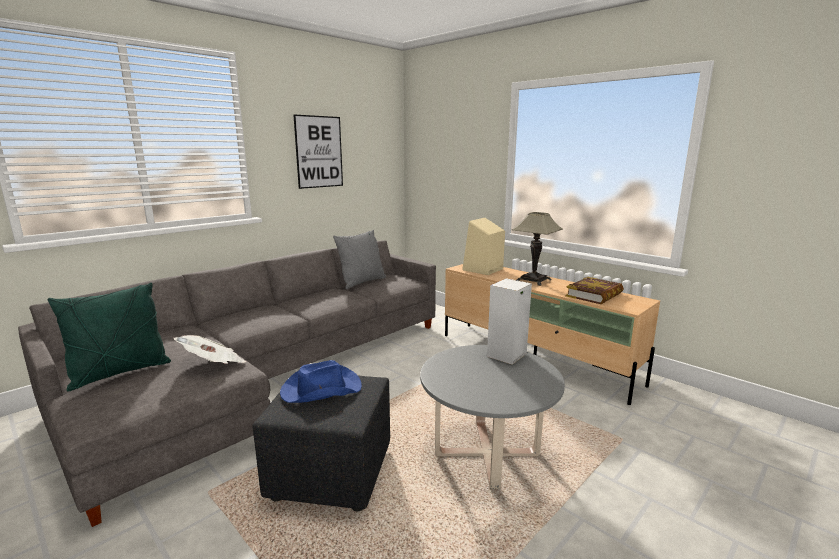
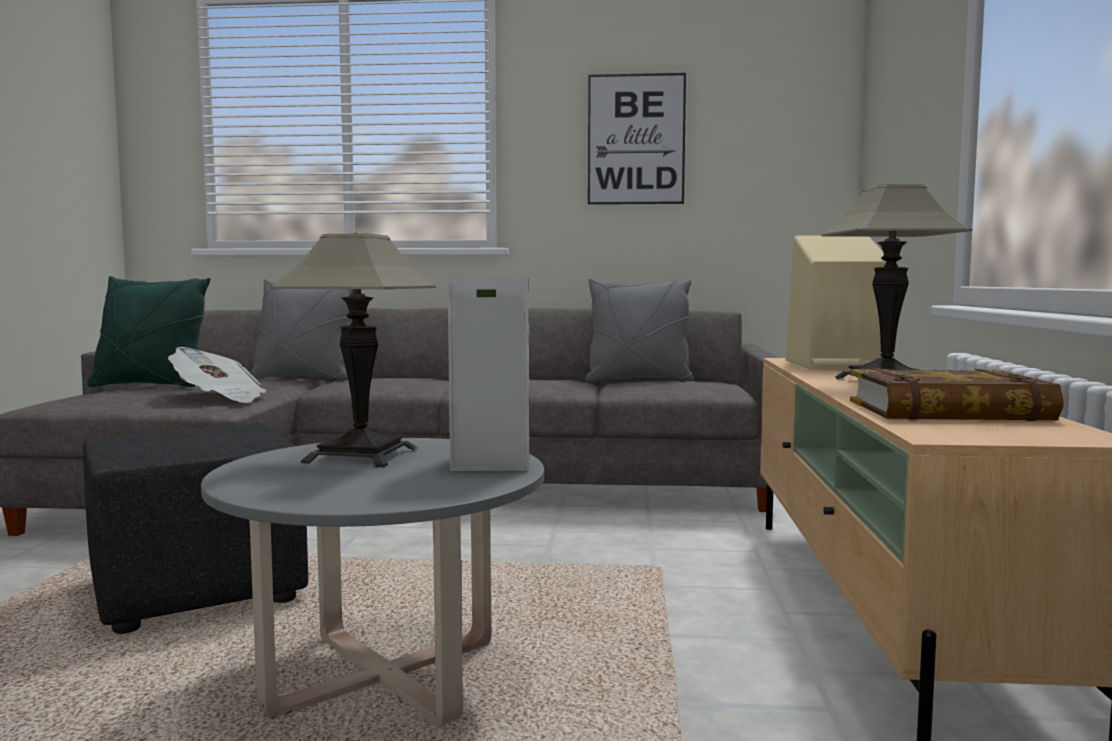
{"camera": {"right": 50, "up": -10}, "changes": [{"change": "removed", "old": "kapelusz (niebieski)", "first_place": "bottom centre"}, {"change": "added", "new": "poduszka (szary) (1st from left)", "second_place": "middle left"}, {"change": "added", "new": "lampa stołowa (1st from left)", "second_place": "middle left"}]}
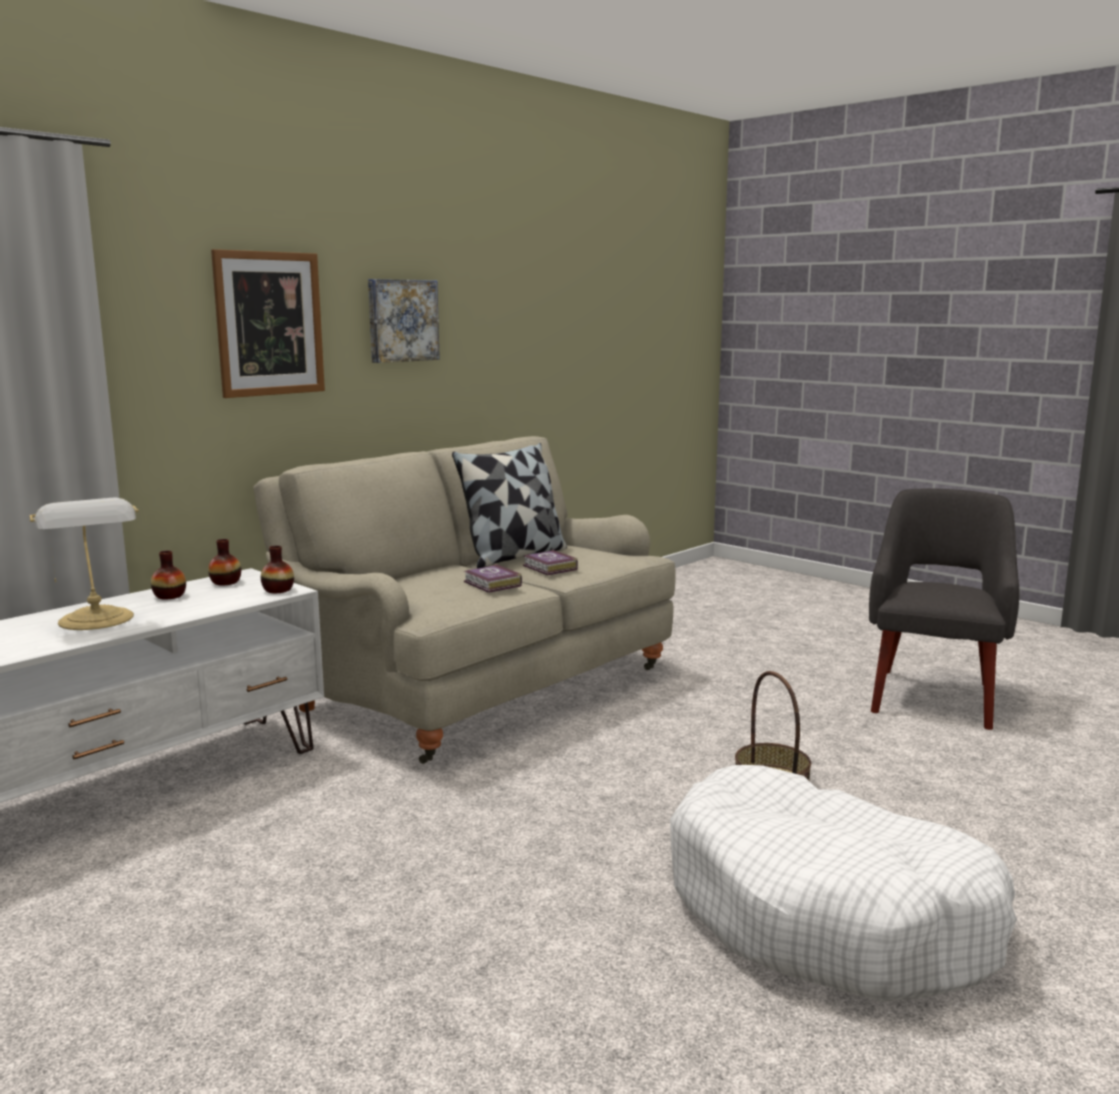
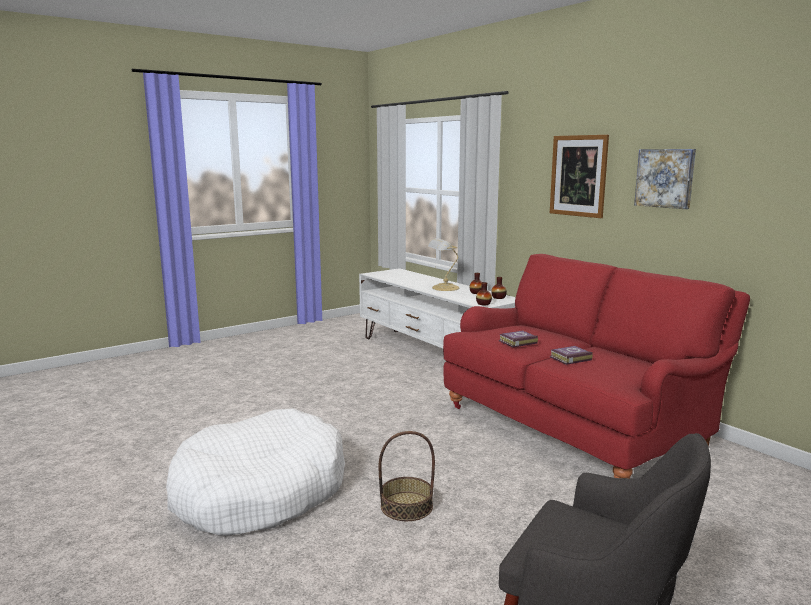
{"camera": {"right": 100, "up": 0}, "changes": [{"change": "removed", "old": "poduszka", "first_place": "centre"}, {"change": "recoloured", "old": "kanapa (beżowy)", "new": "kanapa (czerwony)", "first_place": "centre", "second_place": "middle right"}]}
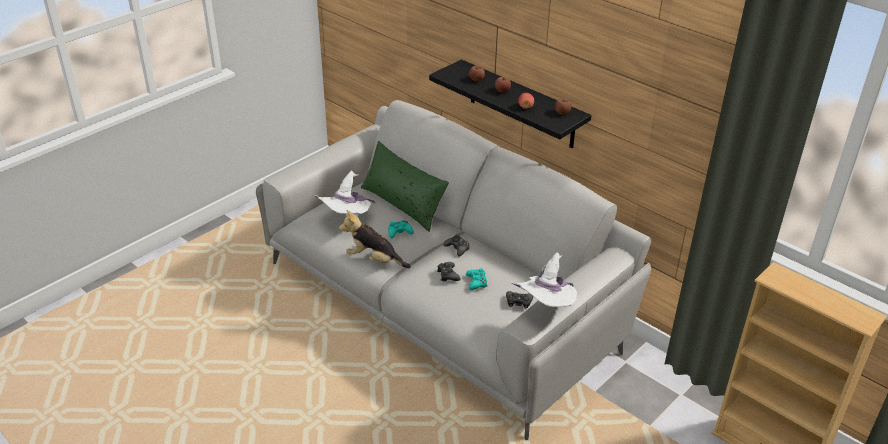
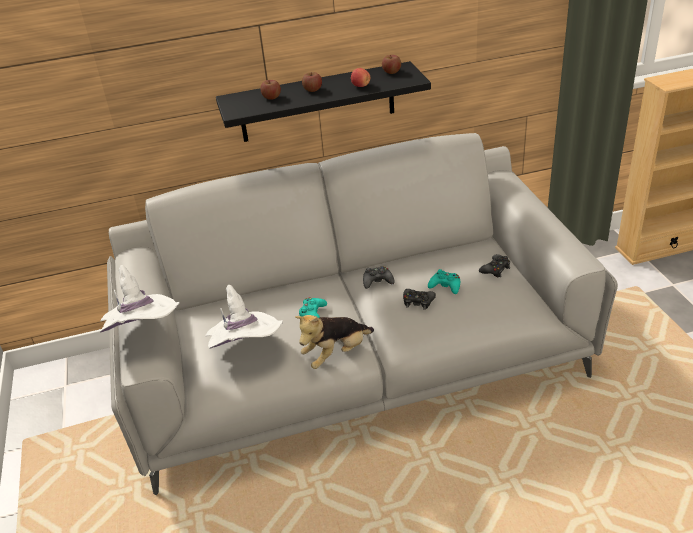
{"camera": {"right": -55, "up": 0}, "changes": [{"change": "removed", "old": "poduszka (zielony)", "first_place": "centre"}, {"change": "moved", "old": "kapelusz (biały) (2nd from left in the first image)", "new": "kapelusz (biały) (1st from left)", "first_place": "centre", "second_place": "middle left"}]}
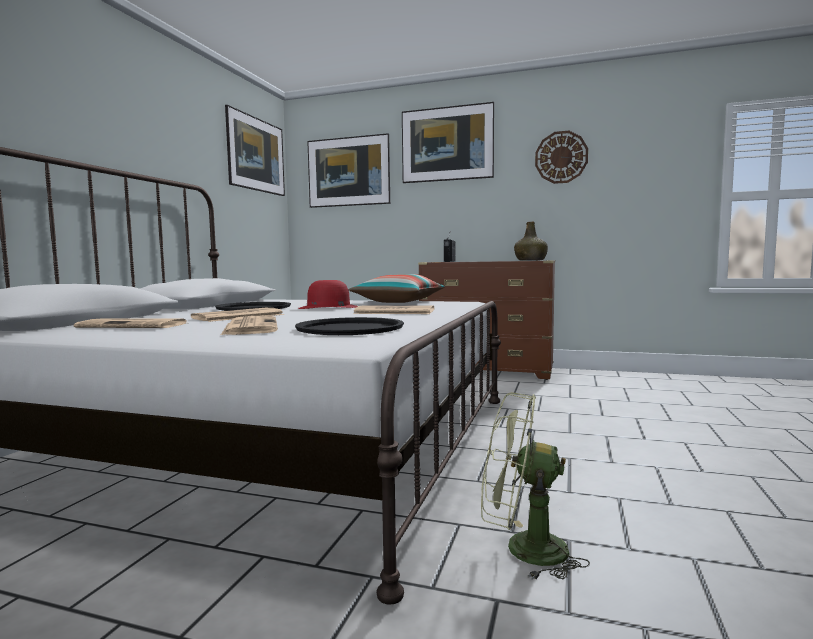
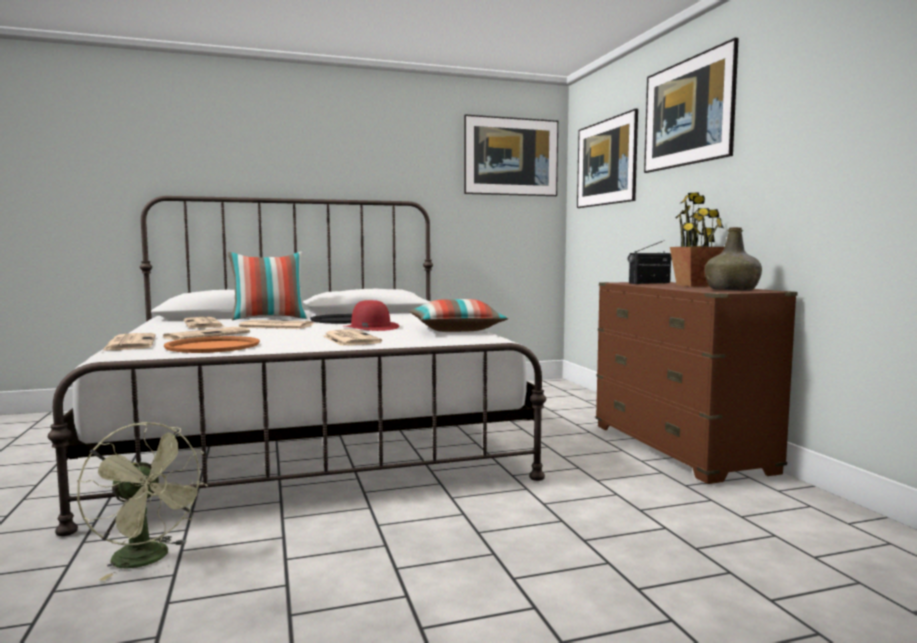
{"camera": {"right": 55, "up": 0}, "changes": [{"change": "removed", "old": "zegar ścienny", "first_place": "top right"}, {"change": "added", "new": "gazeta (1st from left)", "second_place": "middle left"}, {"change": "added", "new": "poduszka (1st from left)", "second_place": "middle left"}, {"change": "added", "new": "roślina doniczkowa", "second_place": "middle right"}, {"change": "recoloured", "old": "taca (czarny) (2nd from left)", "new": "taca (pomarańczowy)", "first_place": "centre", "second_place": "middle left"}, {"change": "turned", "old": "wentylator (zielony)", "first_place": "bottom centre", "second_place": "bottom left", "degrees": 150}]}
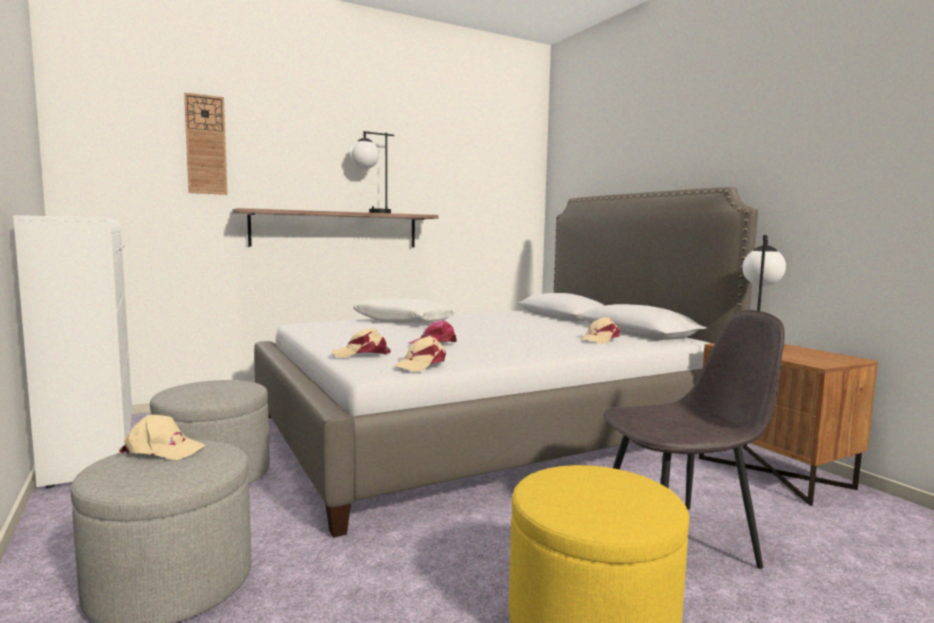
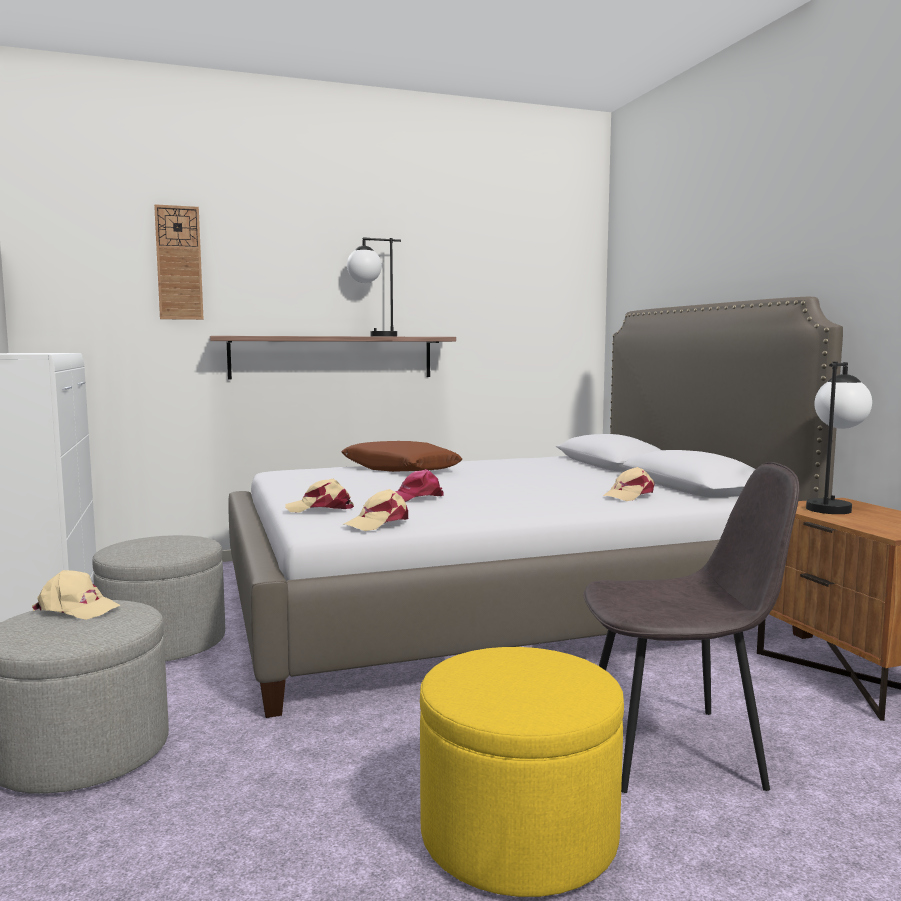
{"camera": {"right": 10, "up": 0}, "changes": [{"change": "recoloured", "old": "poduszka (biały)", "new": "poduszka (brązowy)", "first_place": "centre", "second_place": "centre"}]}
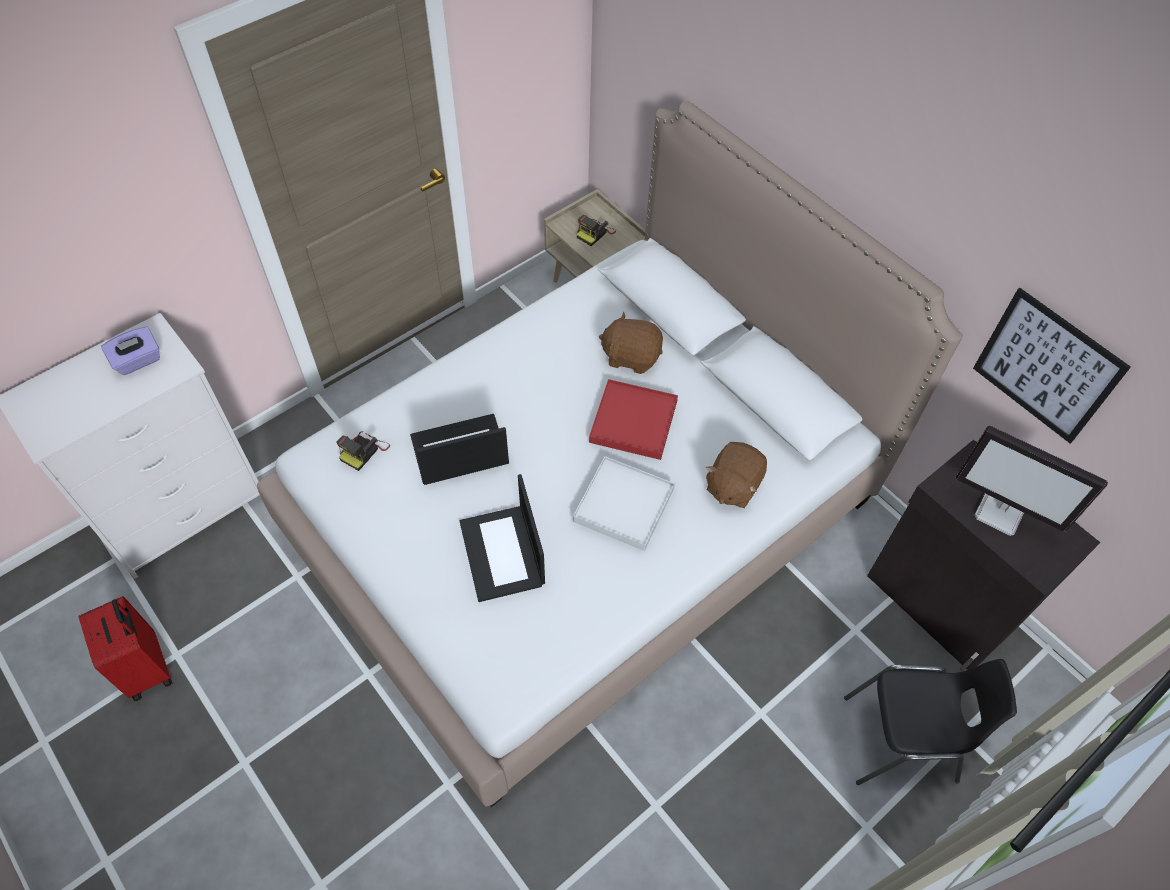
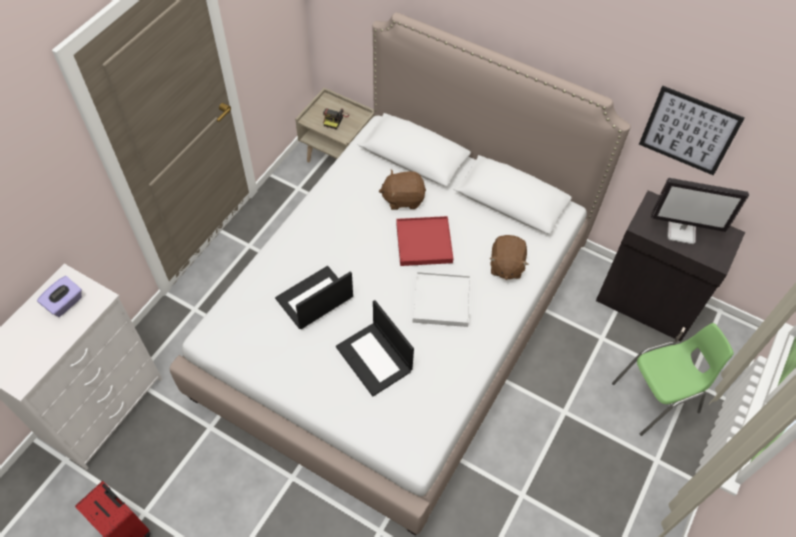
{"camera": {"right": -20, "up": 0}, "changes": [{"change": "removed", "old": "aparat fotograficzny (1st from left)", "first_place": "middle left"}, {"change": "recoloured", "old": "krzesło (czarny)", "new": "krzesło (zielony)", "first_place": "bottom right", "second_place": "bottom right"}]}
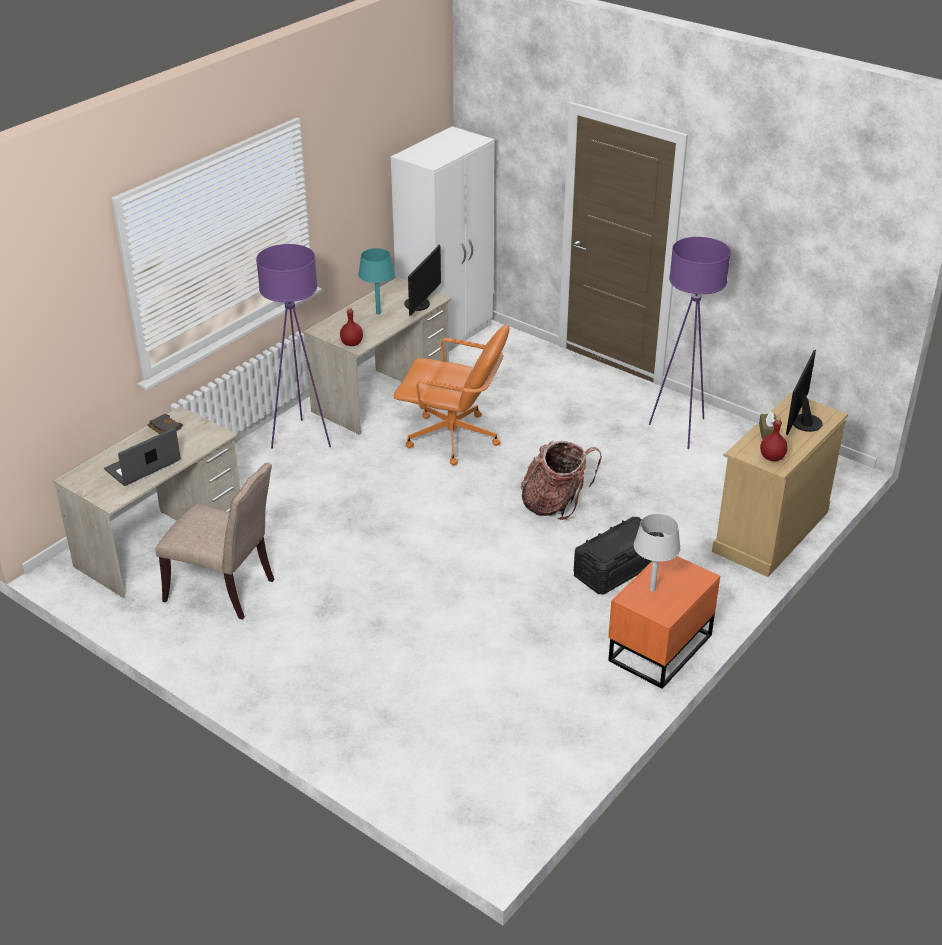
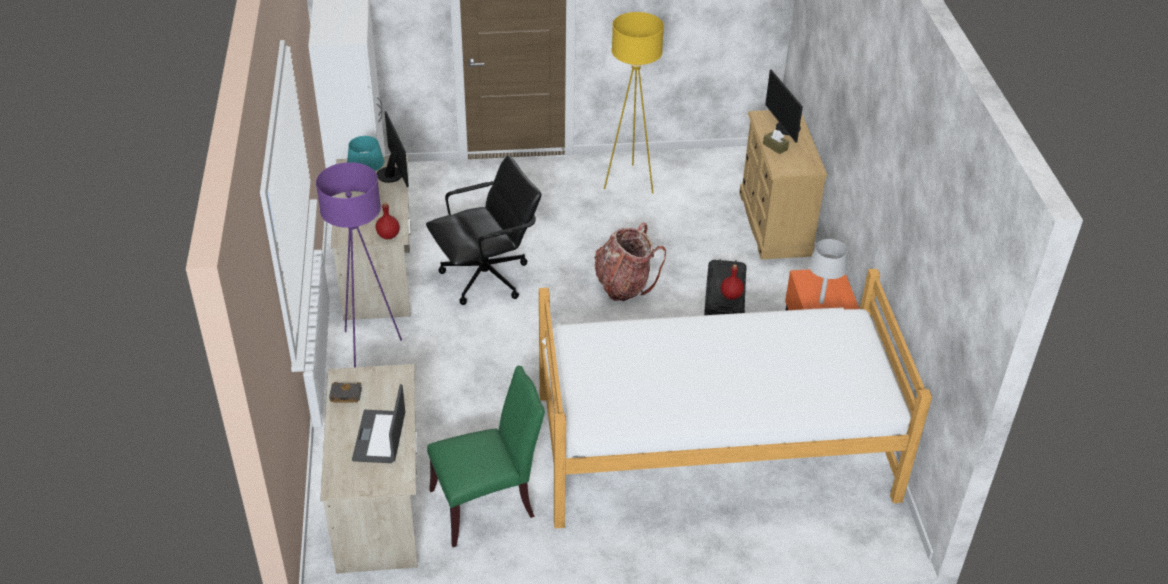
{"camera": {"right": -45, "up": 5}, "changes": [{"change": "added", "new": "łóżko", "second_place": "bottom centre"}, {"change": "moved", "old": "butelka (czerwony) (2nd from left)", "first_place": "middle right", "second_place": "centre"}, {"change": "recoloured", "old": "krzesło (beżowy)", "new": "krzesło (zielony)", "first_place": "middle left", "second_place": "bottom centre"}, {"change": "recoloured", "old": "krzesło biurowe (pomarańczowy)", "new": "krzesło biurowe (czarny)", "first_place": "centre", "second_place": "centre"}, {"change": "recoloured", "old": "lampa stojąca (fioletowy) (2nd from left)", "new": "lampa stojąca (żółty)", "first_place": "middle right", "second_place": "top centre"}]}
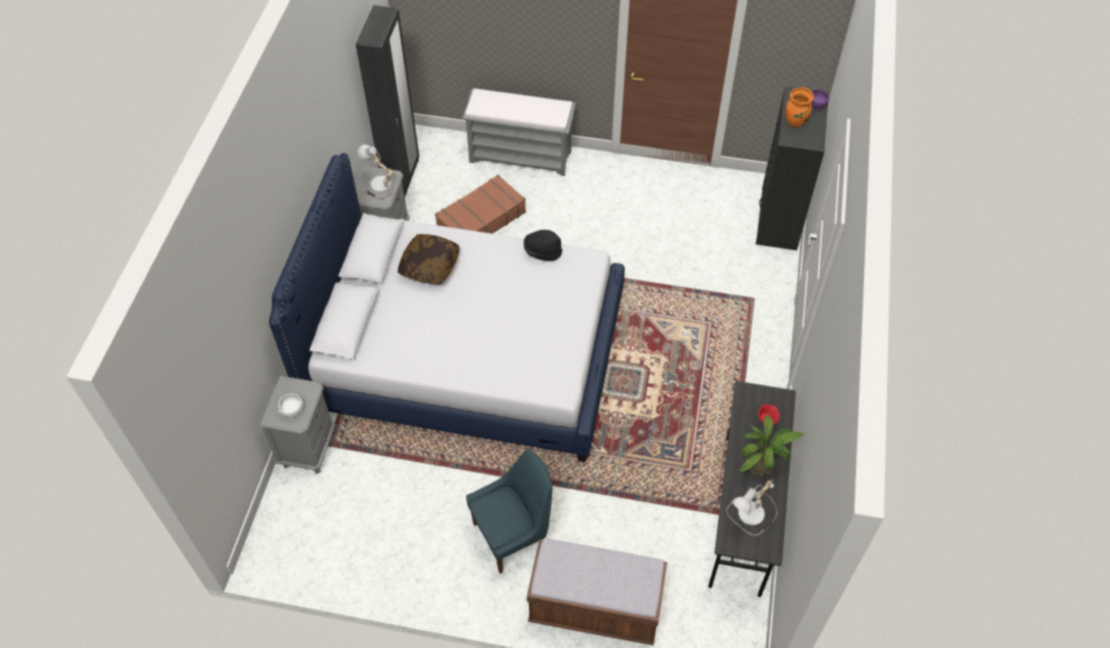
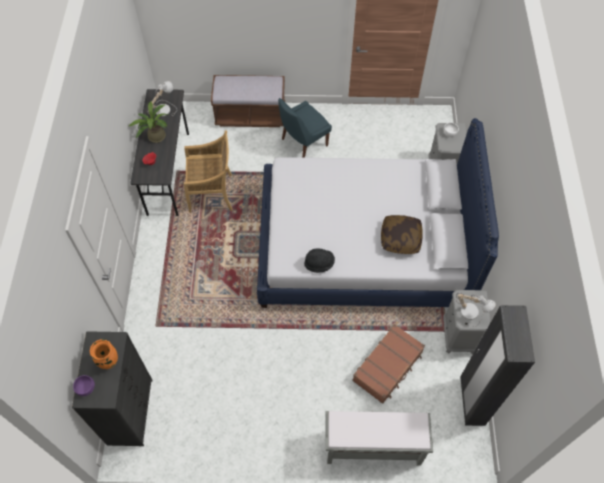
{"camera": {"right": 170, "up": 5}, "changes": [{"change": "added", "new": "krzesło (beżowy)", "second_place": "centre"}]}
